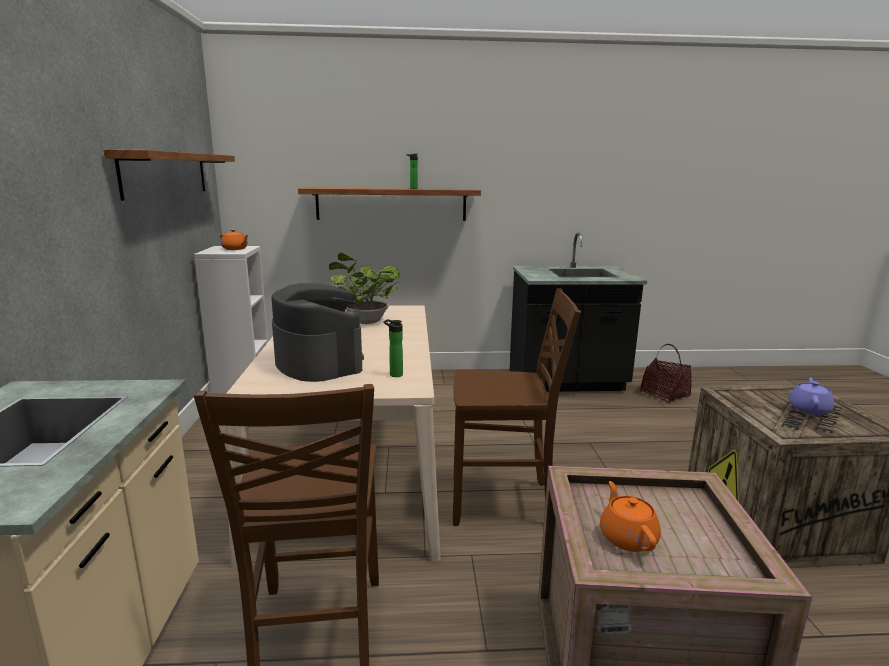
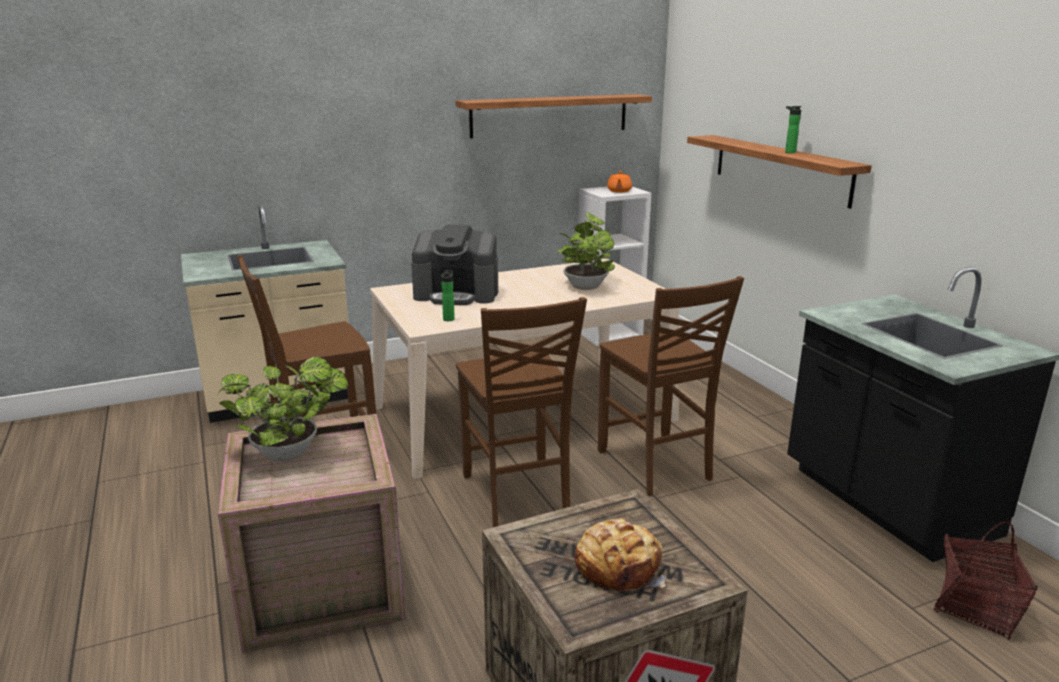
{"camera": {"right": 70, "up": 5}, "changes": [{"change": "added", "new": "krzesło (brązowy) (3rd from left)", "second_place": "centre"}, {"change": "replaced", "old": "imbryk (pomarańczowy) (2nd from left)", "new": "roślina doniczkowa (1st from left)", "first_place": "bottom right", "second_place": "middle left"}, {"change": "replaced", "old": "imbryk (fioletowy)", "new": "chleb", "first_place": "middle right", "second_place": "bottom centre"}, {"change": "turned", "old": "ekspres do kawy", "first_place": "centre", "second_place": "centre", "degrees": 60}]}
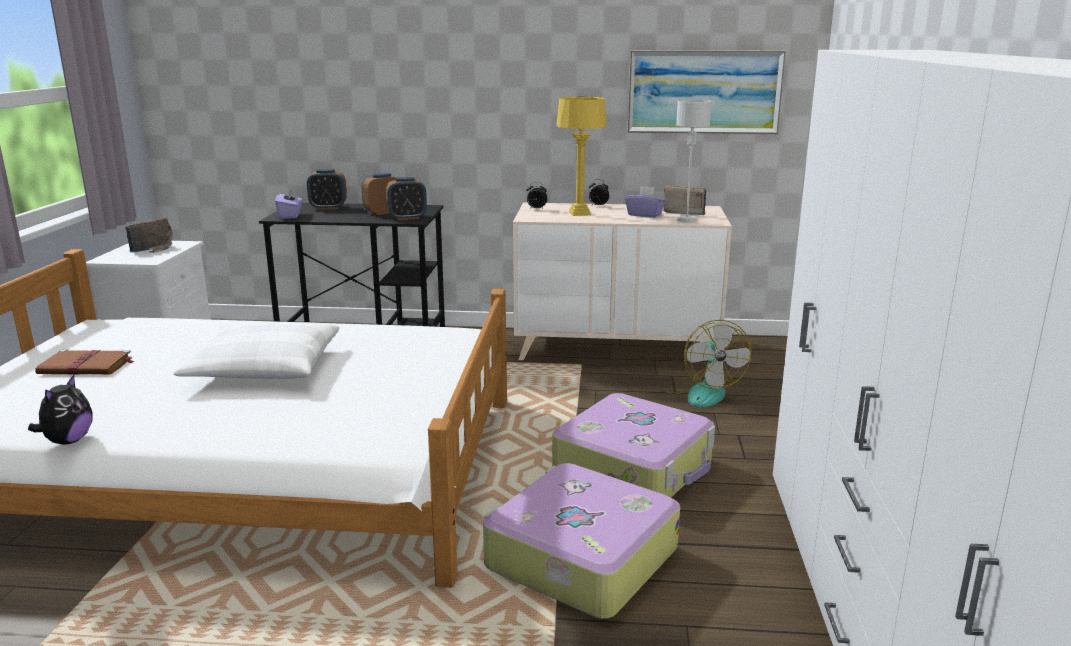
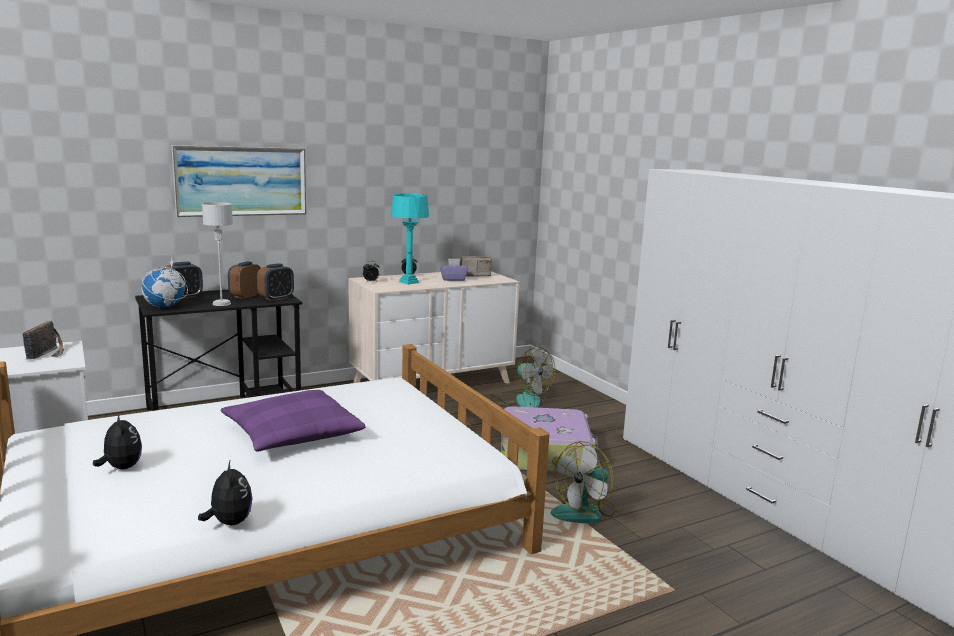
{"camera": {"right": -35, "up": -5}, "changes": [{"change": "moved", "old": "obraz", "first_place": "top centre", "second_place": "top left"}, {"change": "moved", "old": "lampa stołowa (szary)", "first_place": "top centre", "second_place": "middle left"}, {"change": "replaced", "old": "książka (brązowy)", "new": "pluszak (1st from left)", "first_place": "middle left", "second_place": "bottom left"}, {"change": "replaced", "old": "pudełko chusteczek (fioletowy) (1st from left)", "new": "globus", "first_place": "top left", "second_place": "middle left"}, {"change": "replaced", "old": "walizka (1st from left)", "new": "wentylator (2nd from left)", "first_place": "bottom centre", "second_place": "bottom centre"}, {"change": "recoloured", "old": "poduszka (biały)", "new": "poduszka (fioletowy)", "first_place": "middle left", "second_place": "middle left"}, {"change": "recoloured", "old": "lampa stołowa (żółty)", "new": "lampa stołowa (turkusowy)", "first_place": "top centre", "second_place": "centre"}]}
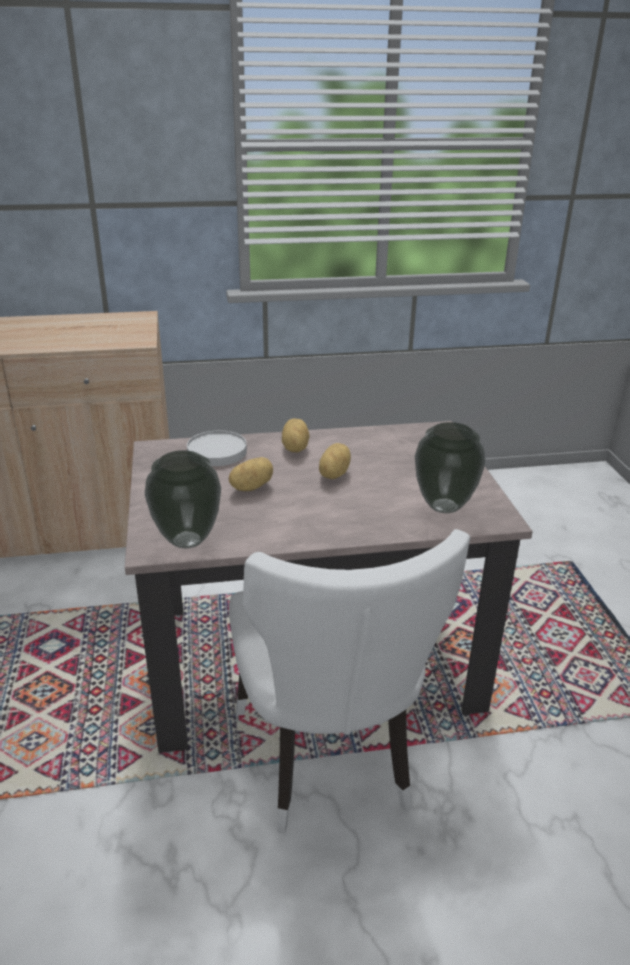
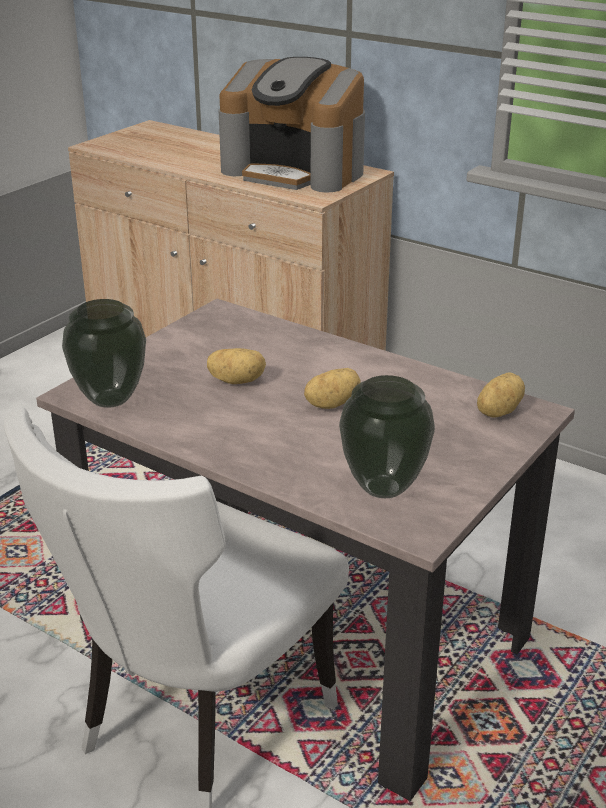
{"camera": {"right": 45, "up": 0}, "changes": [{"change": "removed", "old": "talerz (biały)", "first_place": "centre"}, {"change": "added", "new": "ekspres do kawy", "second_place": "top centre"}, {"change": "moved", "old": "ziemniak (2nd from left in the first image)", "new": "ziemniak (3rd from left)", "first_place": "centre", "second_place": "middle right"}]}
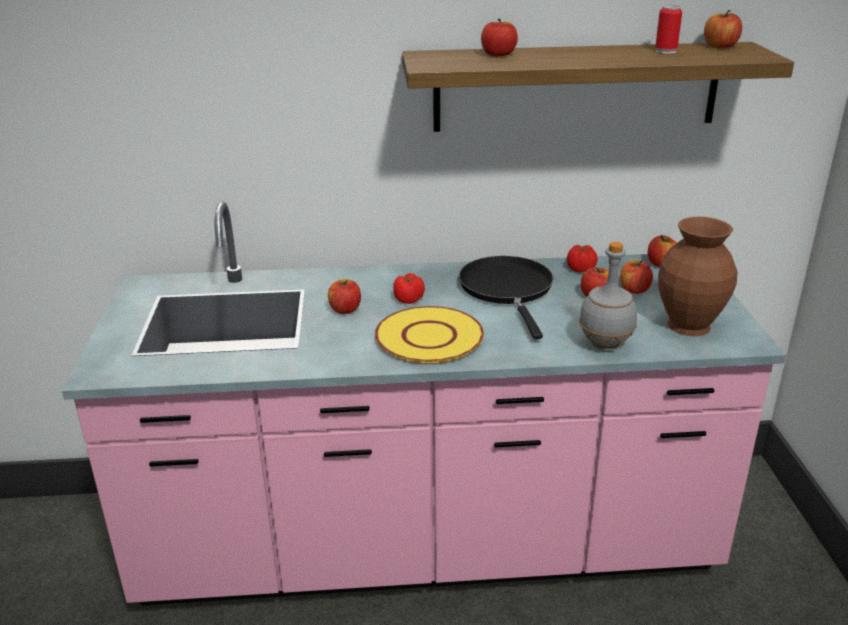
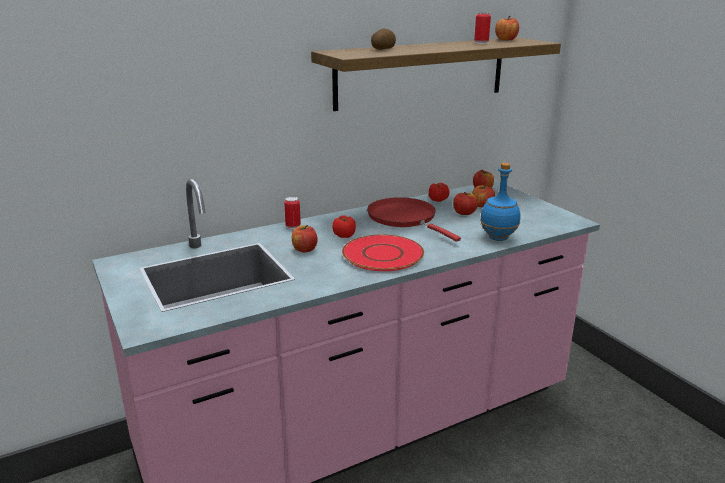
{"camera": {"right": -25, "up": -5}, "changes": [{"change": "removed", "old": "wazon (brązowy)", "first_place": "middle right"}, {"change": "added", "new": "puszka (1st from left)", "second_place": "centre"}, {"change": "replaced", "old": "jabłko (2nd from left)", "new": "ziemniak", "first_place": "top centre", "second_place": "top centre"}, {"change": "recoloured", "old": "talerz (żółty)", "new": "talerz (czerwony)", "first_place": "centre", "second_place": "centre"}, {"change": "recoloured", "old": "patelnia (czarny)", "new": "patelnia (czerwony)", "first_place": "centre", "second_place": "centre"}, {"change": "recoloured", "old": "butelka (szary)", "new": "butelka (niebieski)", "first_place": "middle right", "second_place": "middle right"}]}
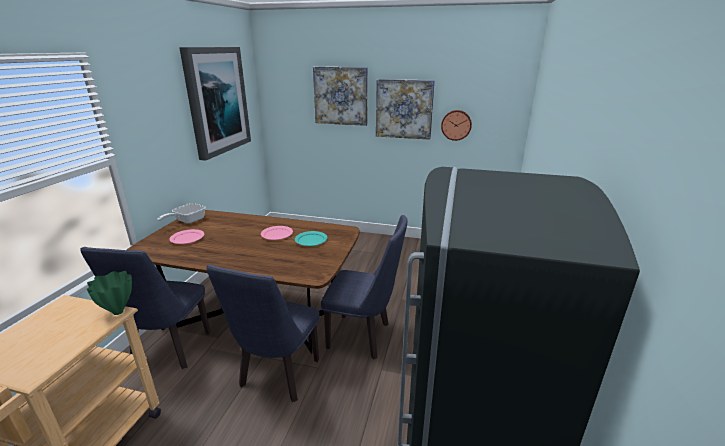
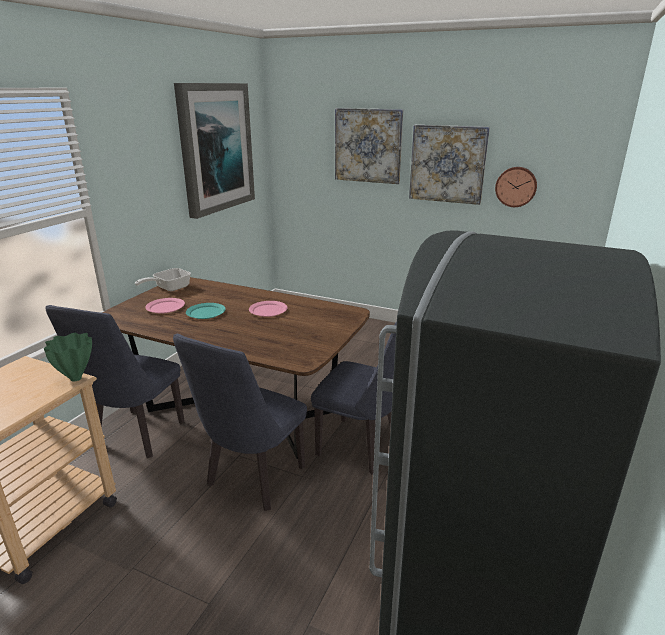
{"camera": {"right": 10, "up": 0}, "changes": [{"change": "moved", "old": "talerz (turkusowy)", "first_place": "centre", "second_place": "middle left"}]}
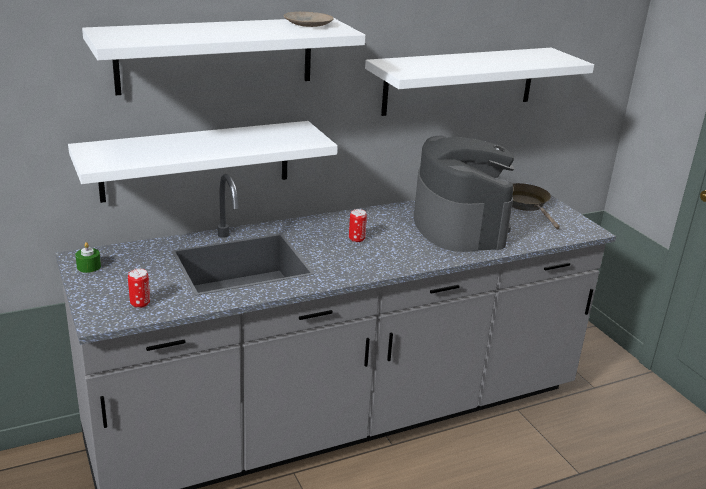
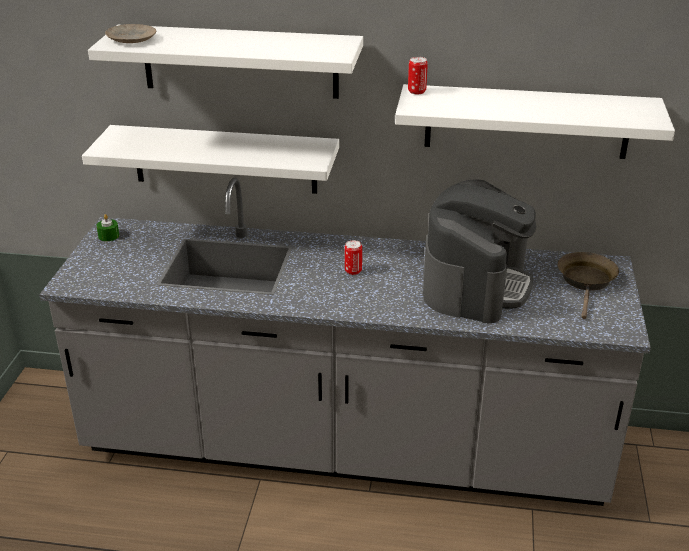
{"camera": {"right": 35, "up": 5}, "changes": [{"change": "moved", "old": "puszka (1st from left in the first image)", "new": "puszka (2nd from left)", "first_place": "middle left", "second_place": "top centre"}, {"change": "moved", "old": "talerz (beżowy)", "first_place": "top centre", "second_place": "top left"}]}
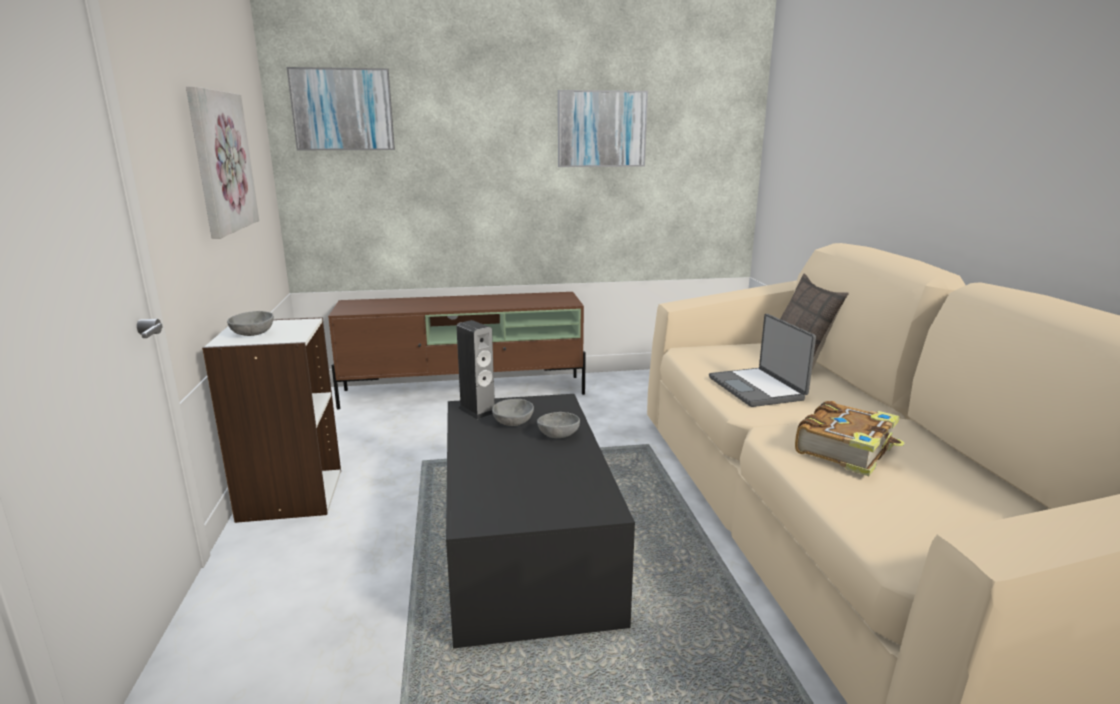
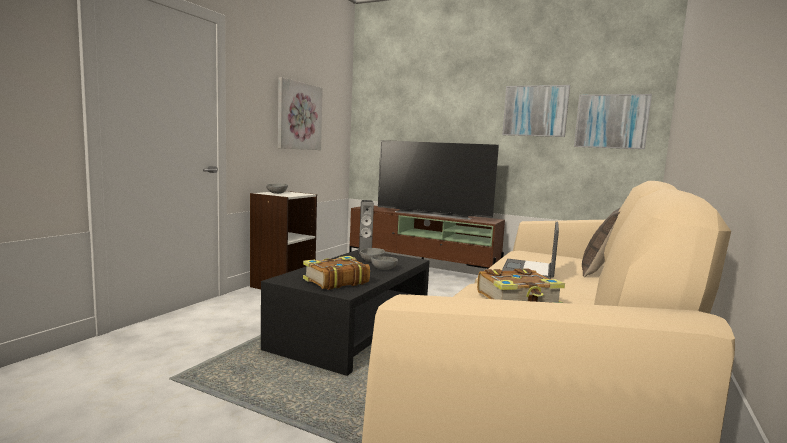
{"camera": {"right": 35, "up": -10}, "changes": [{"change": "added", "new": "książka (1st from left)", "second_place": "centre"}, {"change": "added", "new": "telewizor", "second_place": "centre"}, {"change": "moved", "old": "obraz (2nd from left in the first image)", "new": "obraz (3rd from left)", "first_place": "top left", "second_place": "top right"}]}
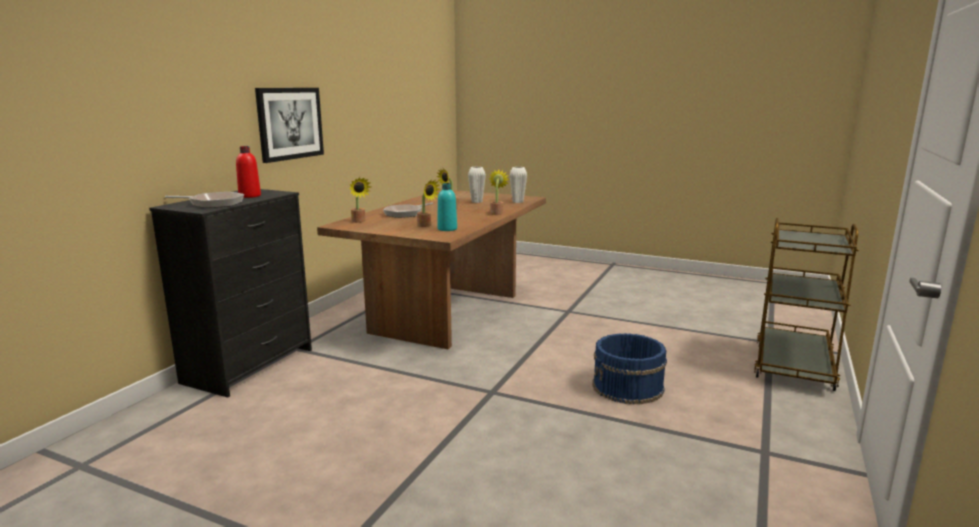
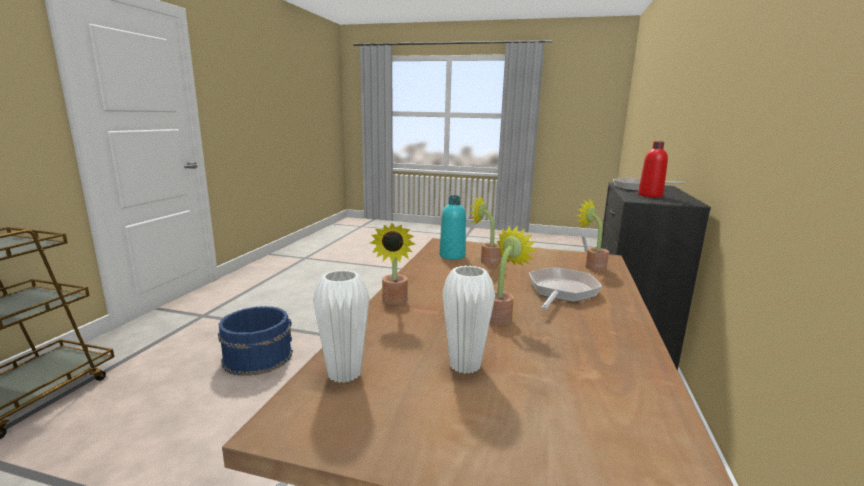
{"camera": {"right": 170, "up": 0}, "changes": [{"change": "removed", "old": "obraz", "first_place": "top left"}]}
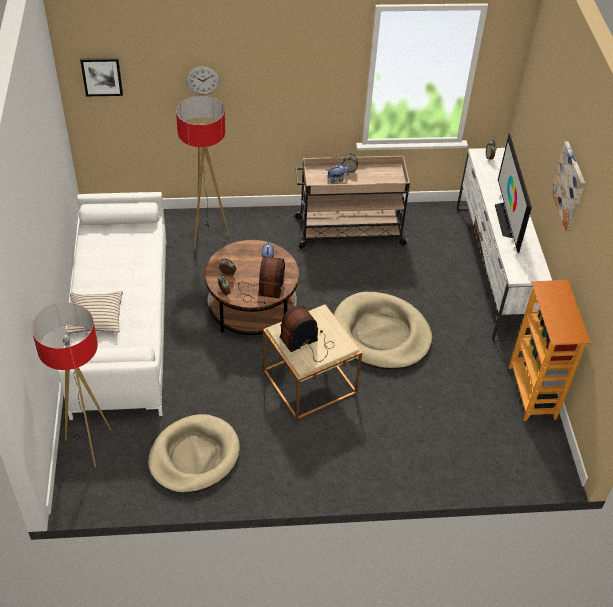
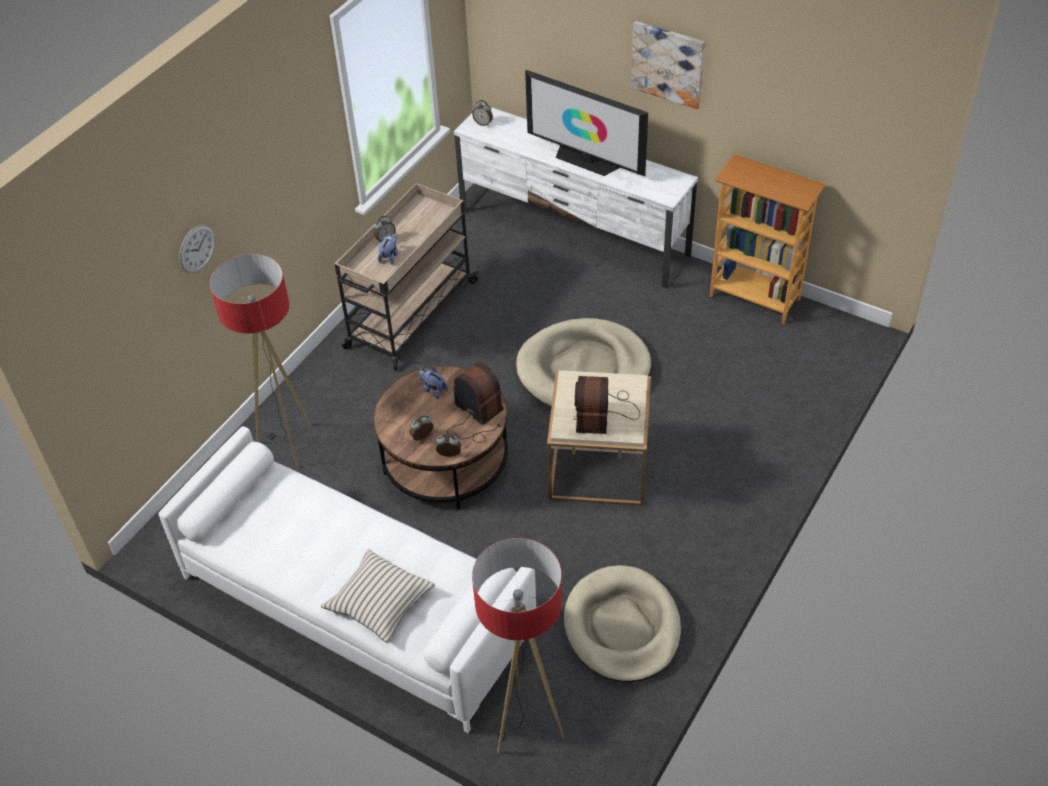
{"camera": {"right": -50, "up": 0}, "changes": [{"change": "removed", "old": "obraz (1st from left)", "first_place": "top left"}]}
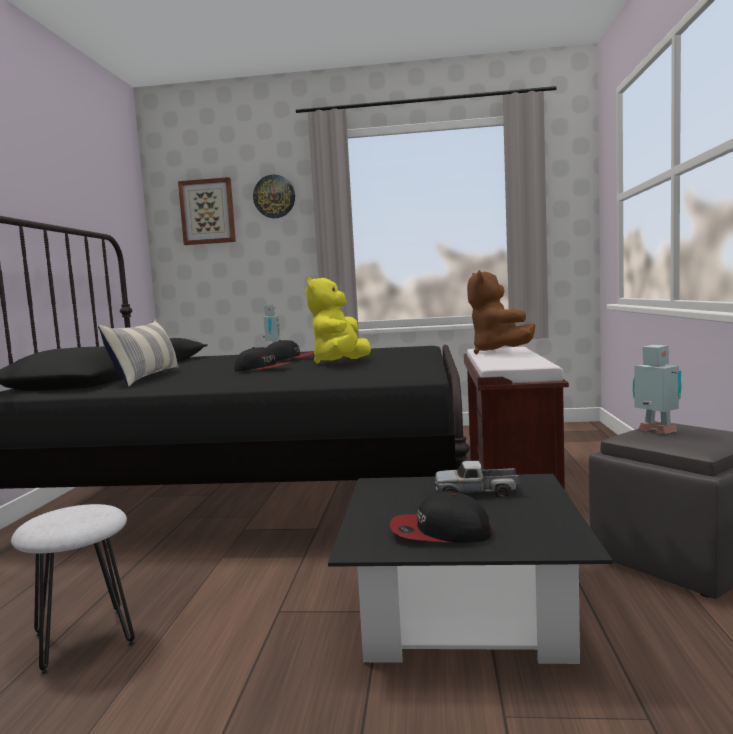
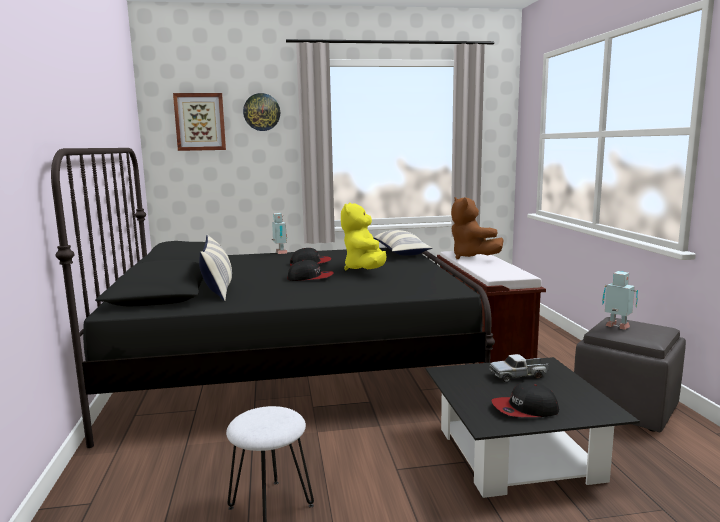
{"camera": {"right": -15, "up": 5}, "changes": [{"change": "added", "new": "poduszka (2nd from left)", "second_place": "centre"}]}
